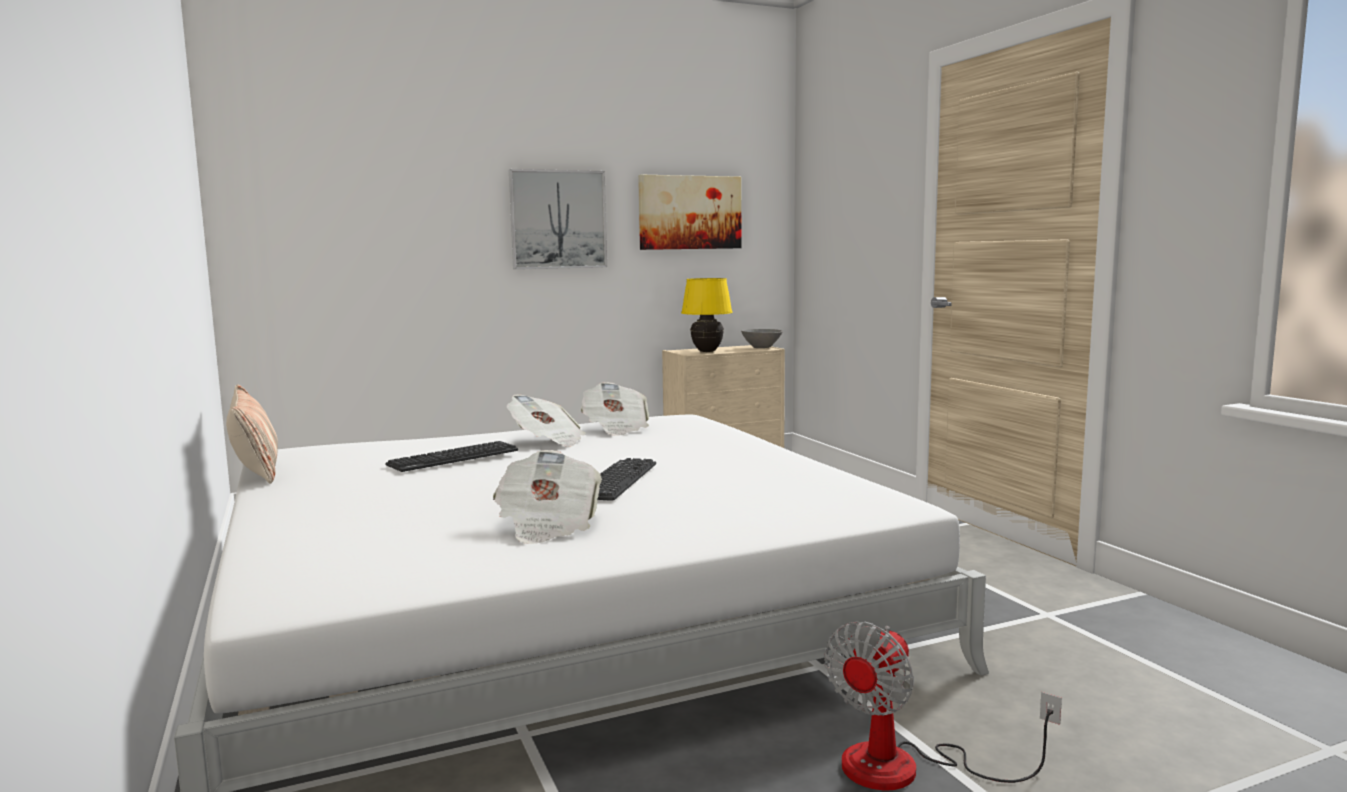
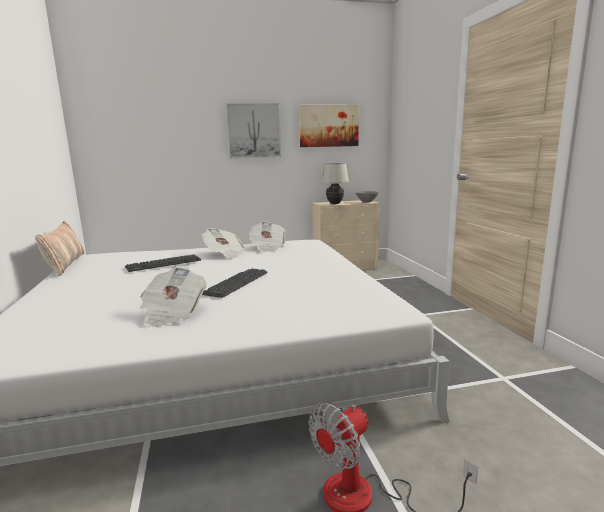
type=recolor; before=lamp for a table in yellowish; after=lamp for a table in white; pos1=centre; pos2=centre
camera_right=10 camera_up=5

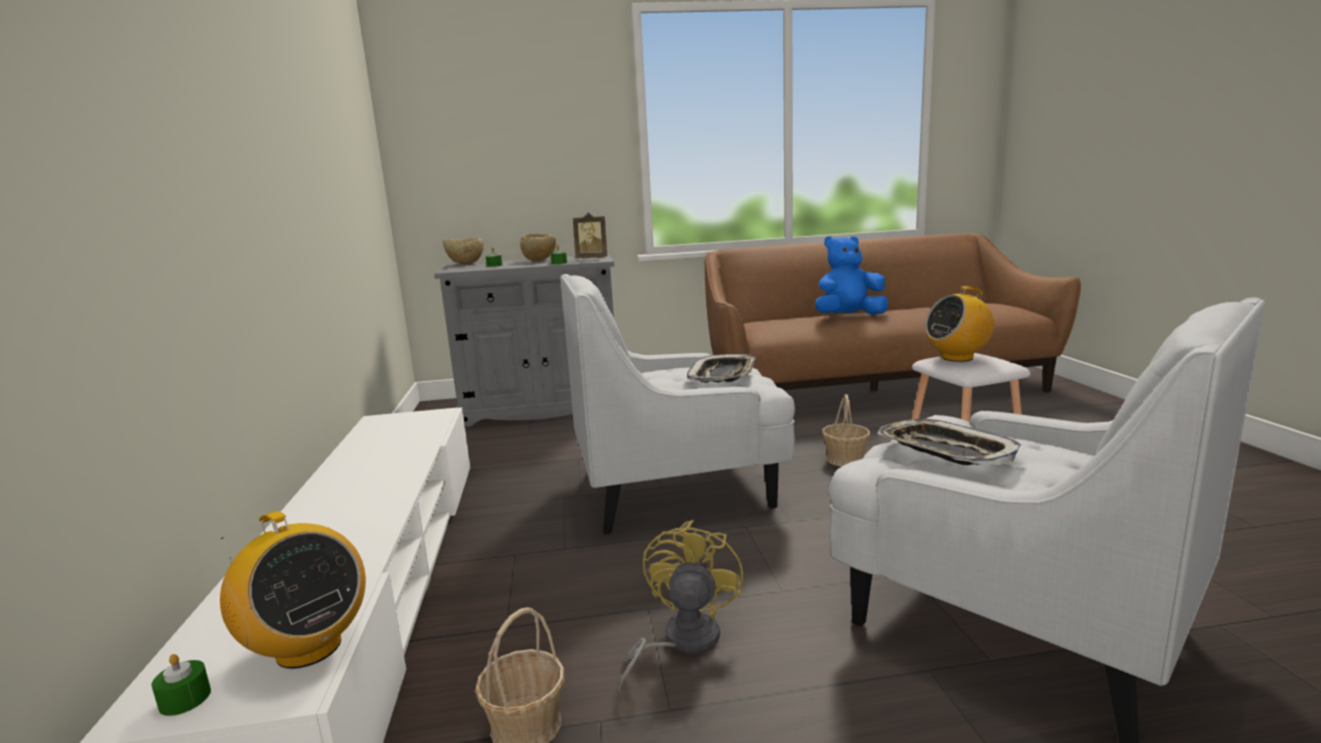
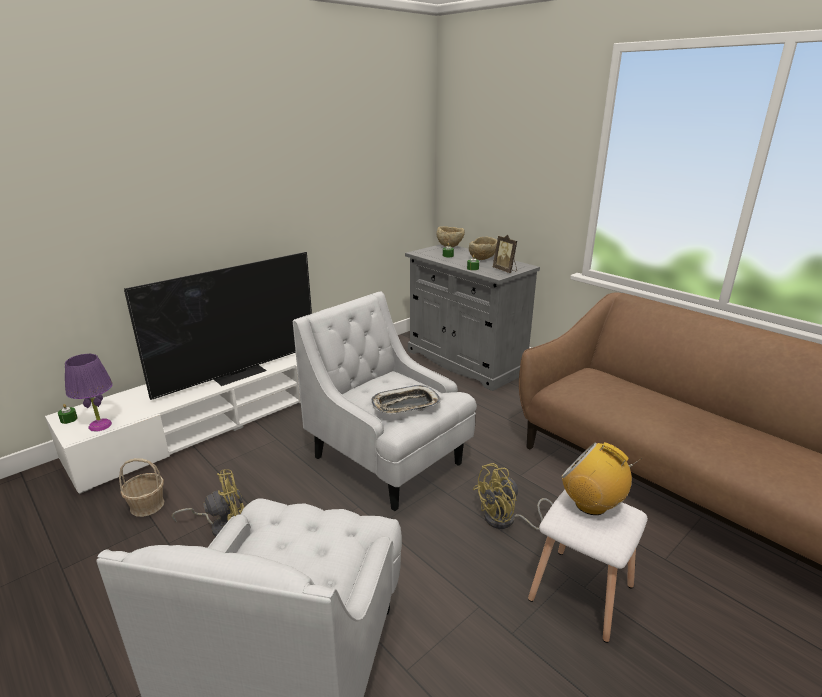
type=delete; before=cuddly toy in blue-coloured; pos1=centre
type=delete; before=serving tray (2nd from left); pos1=middle right
type=insert; after=TV set; pos2=middle left
type=replace; before=radio receiver (1st from left); after=lamp for a table in purple-coloured; pos1=bottom left; pos2=middle left
type=replace; before=basket (2nd from left); after=fan in yellowish (2nd from left); pos1=centre; pos2=bottom centre
camera_right=55 camera_up=10

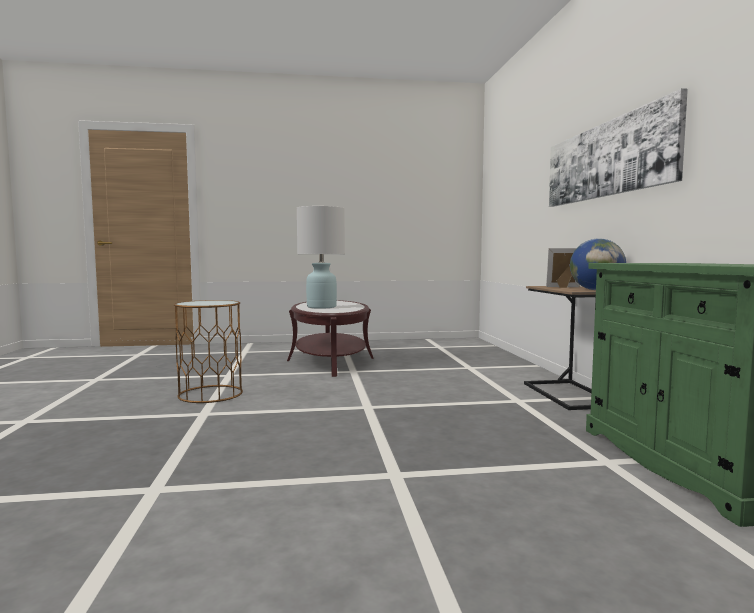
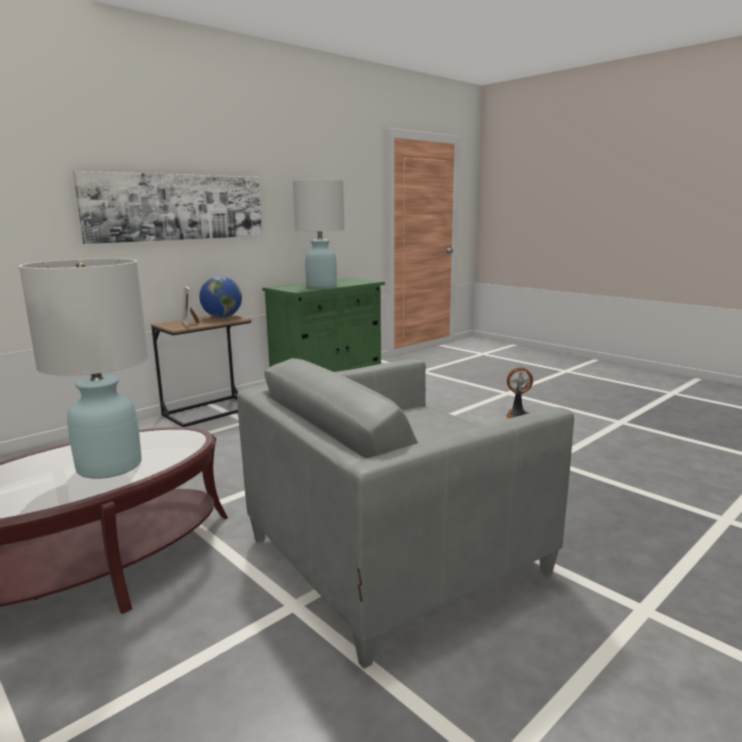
type=insert; after=lamp for a table in white (2nd from left); pos2=top centre
type=insert; after=fan; pos2=middle right
type=replace; before=accent table in brownish (1st from left); after=easy chair in grey; pos1=middle left; pos2=bottom centre
camera_right=-125 camera_up=10

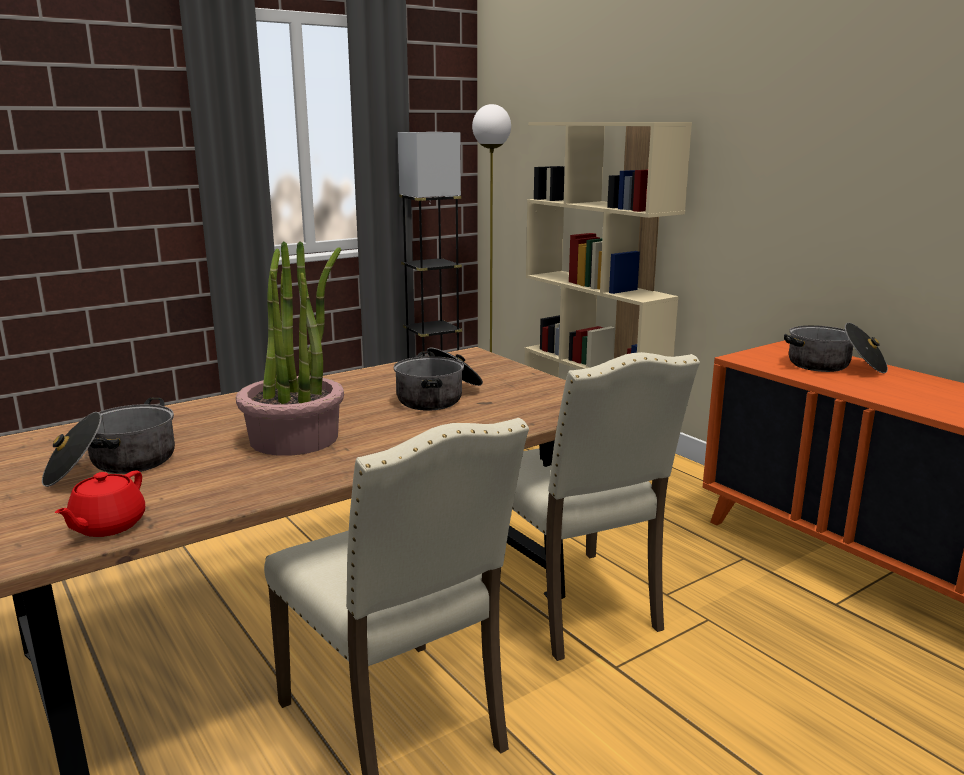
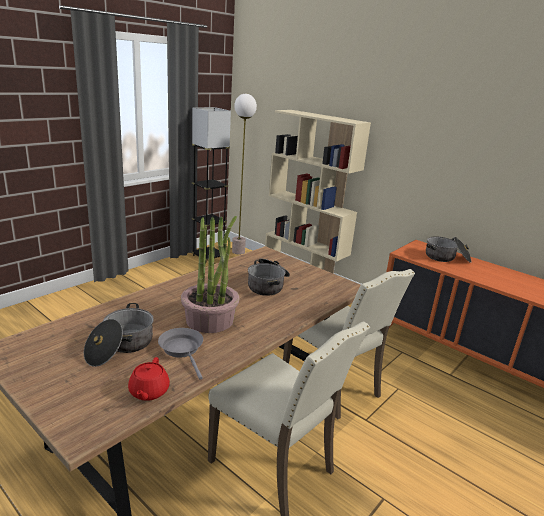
type=insert; after=frying pan in grey; pos2=bottom left
camera_right=-15 camera_up=5

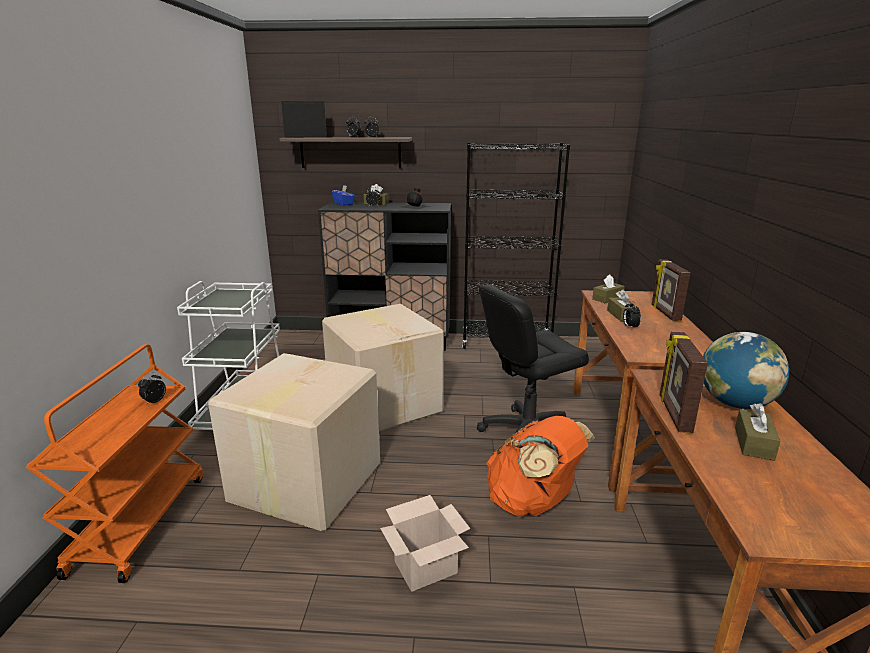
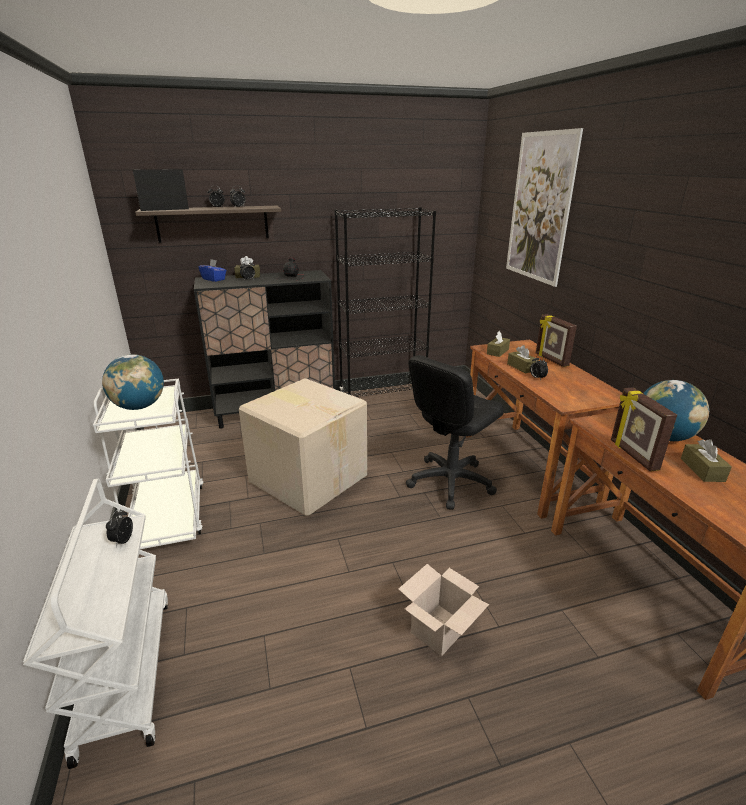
type=delete; before=packing box (1st from left); pos1=bottom centre
type=delete; before=knapsack in orange; pos1=bottom centre
type=insert; after=globe (1st from left); pos2=middle left
type=insert; after=wall picture; pos2=top right
type=recolor; before=wheeled cart in orange; after=wheeled cart in white (1st from left); pos1=bottom left; pos2=bottom left
camera_right=-20 camera_up=5

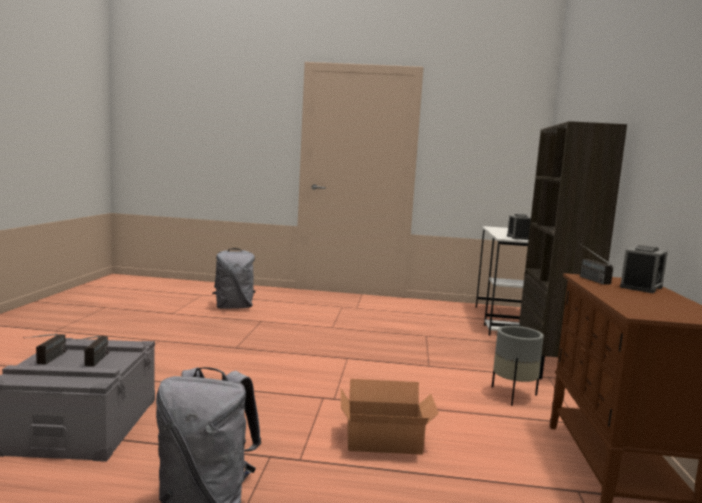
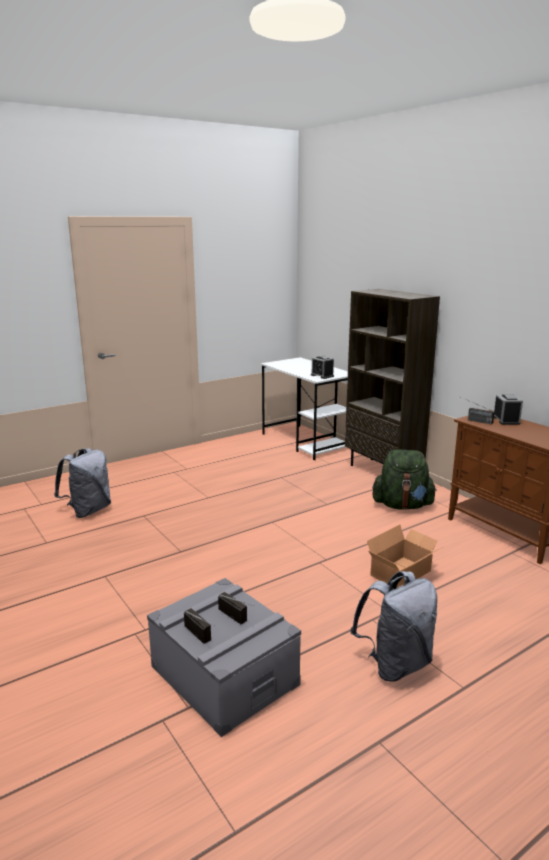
type=replace; before=planter in grey; after=knapsack in greenish; pos1=bottom right; pos2=middle right
camera_right=-40 camera_up=10

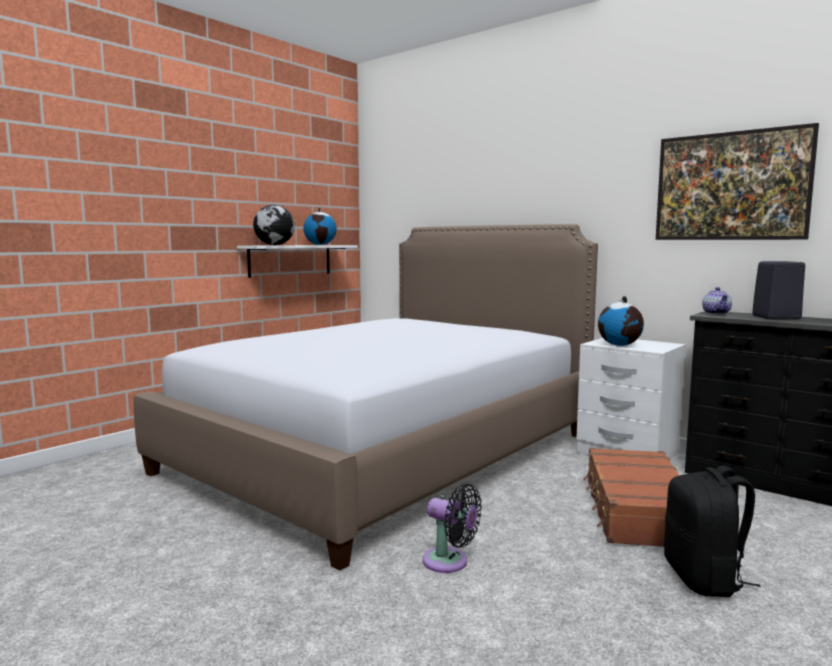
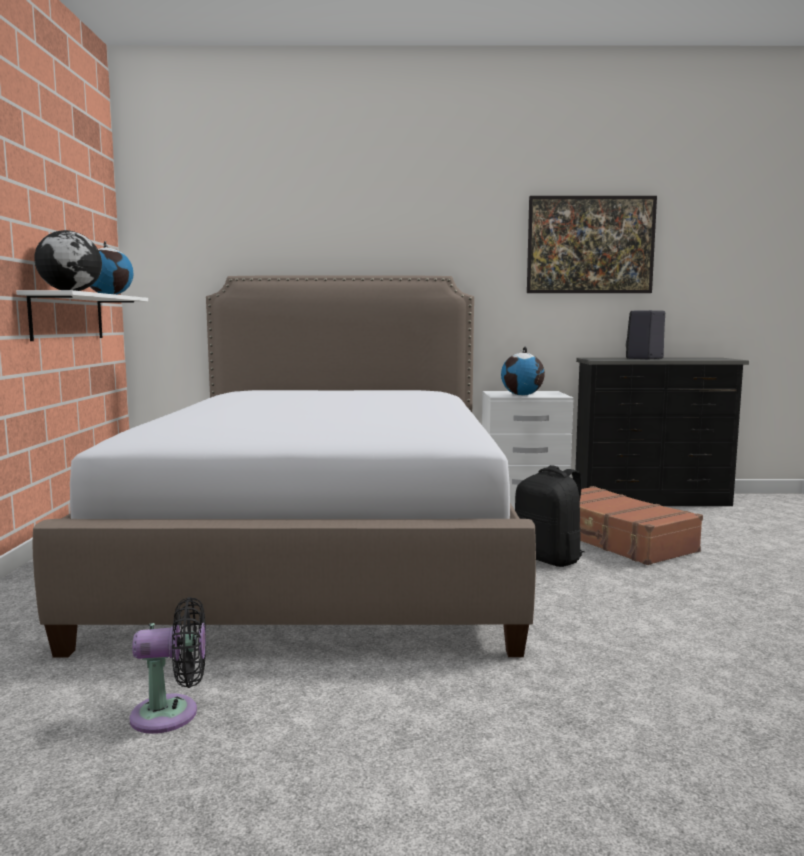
type=delete; before=tea pot; pos1=middle right
type=move; before=fan in blackish; pos1=bottom centre; pos2=bottom left
type=move; before=knapsack in blackish; pos1=bottom right; pos2=middle right
camera_right=-40 camera_up=0

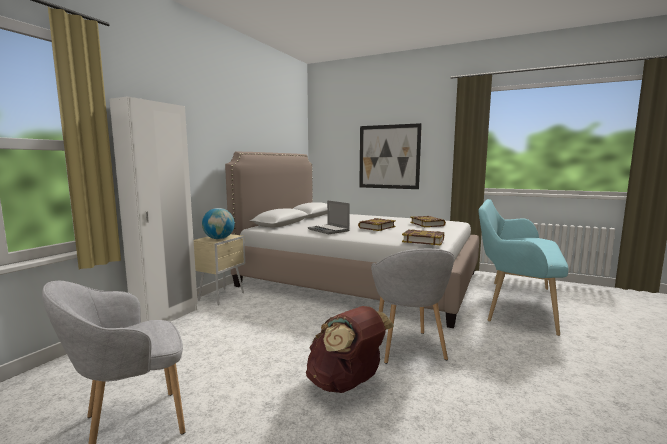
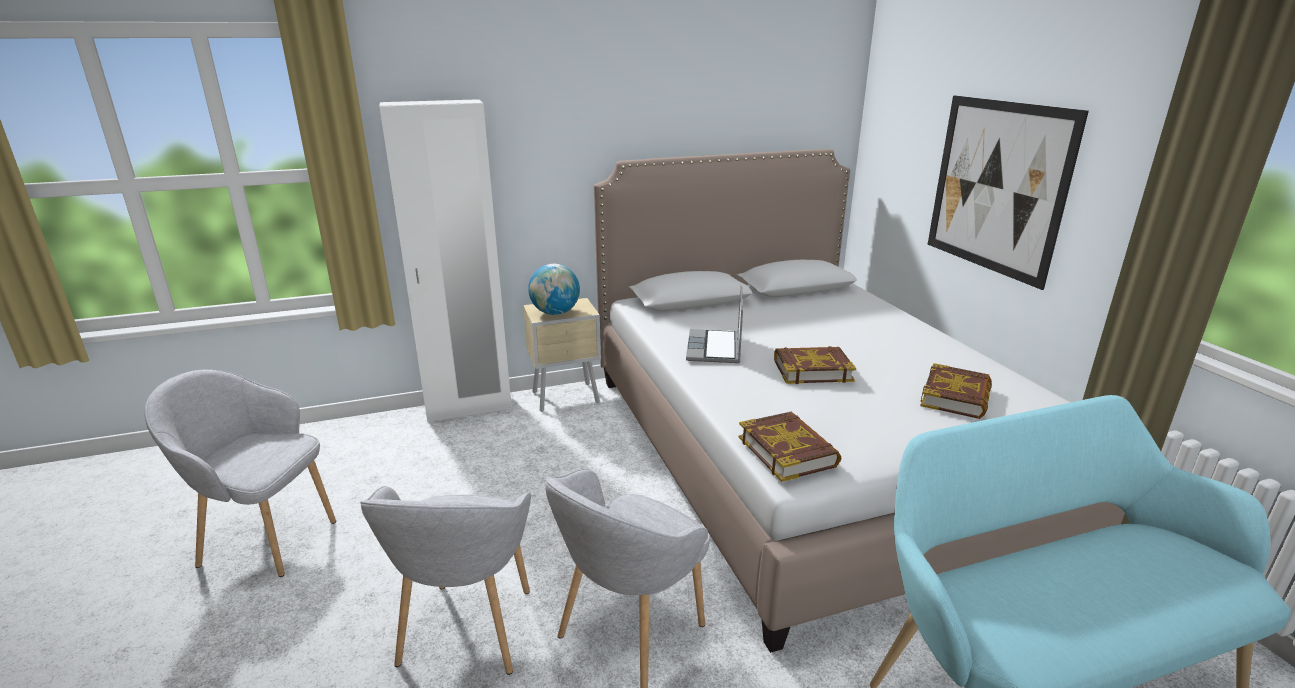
type=replace; before=knapsack in brownish; after=easy chair in grey (2nd from left); pos1=bottom centre; pos2=bottom centre
camera_right=45 camera_up=15

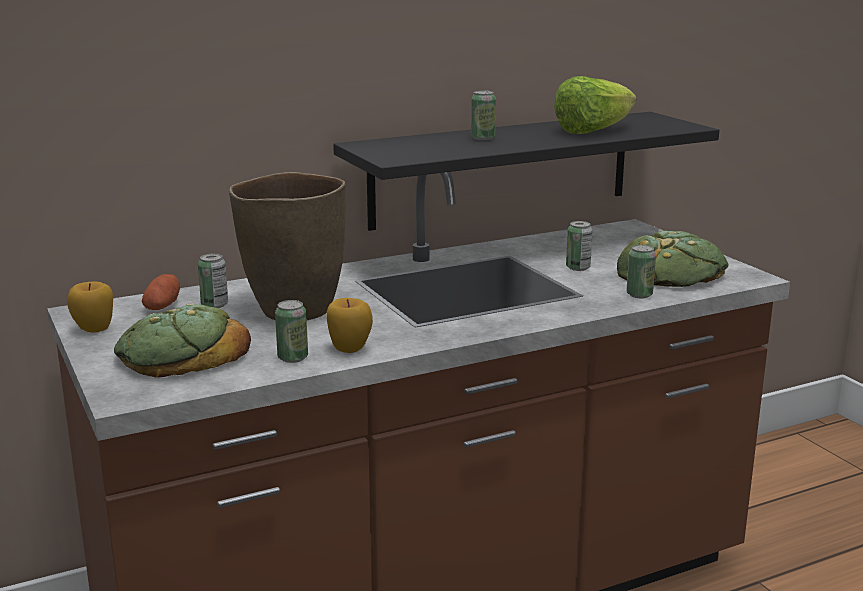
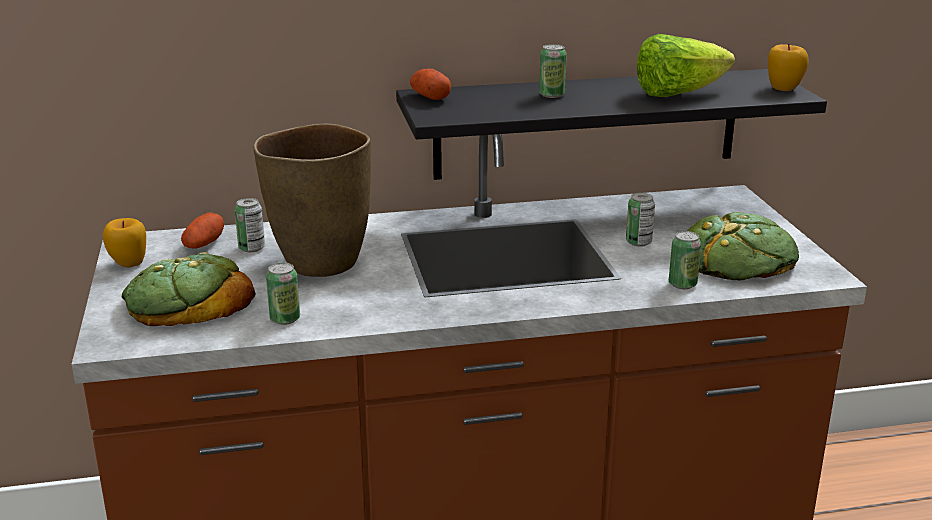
type=insert; after=spud (2nd from left); pos2=top centre
type=move; before=whole apple (2nd from left); pos1=centre; pos2=top right
camera_right=15 camera_up=5

